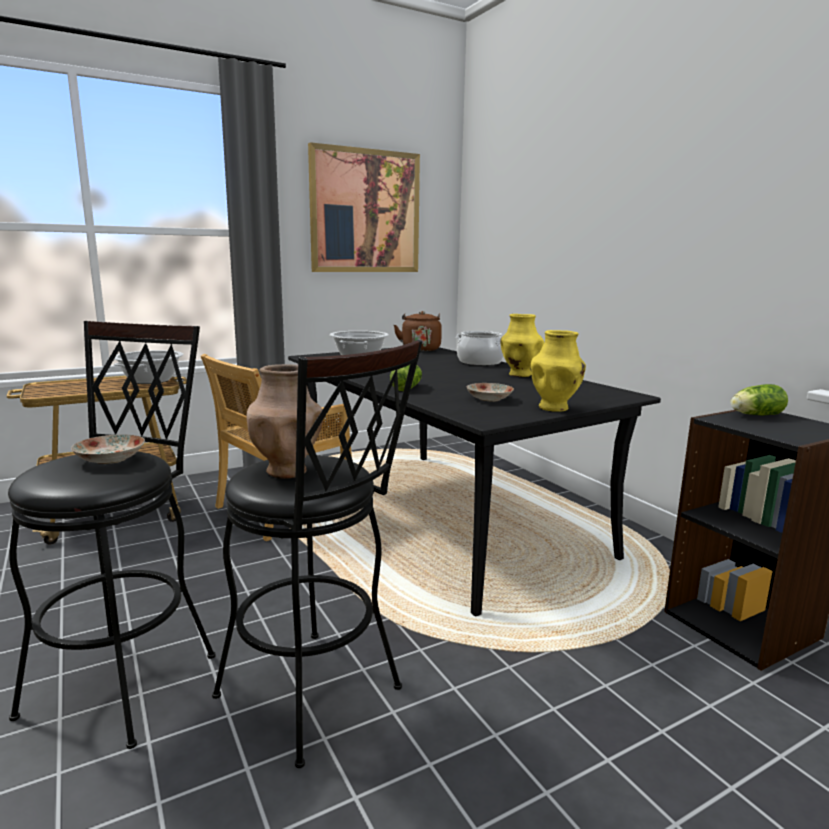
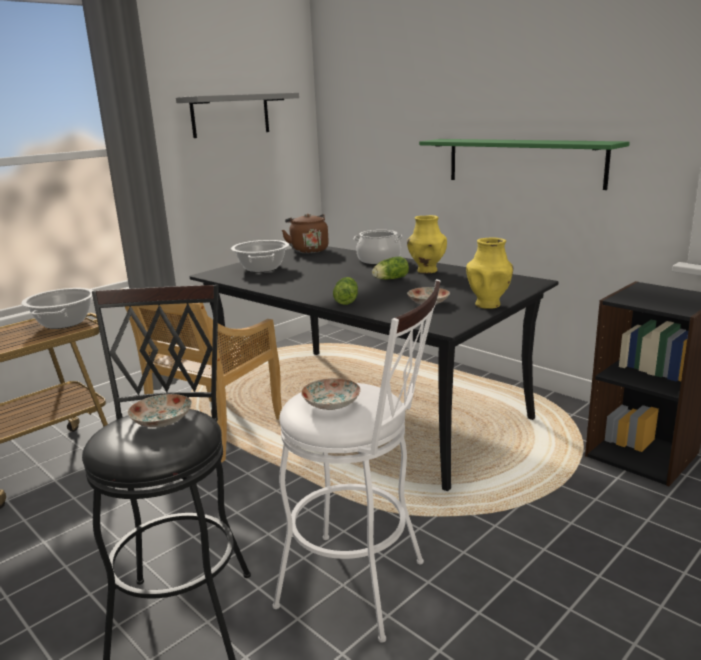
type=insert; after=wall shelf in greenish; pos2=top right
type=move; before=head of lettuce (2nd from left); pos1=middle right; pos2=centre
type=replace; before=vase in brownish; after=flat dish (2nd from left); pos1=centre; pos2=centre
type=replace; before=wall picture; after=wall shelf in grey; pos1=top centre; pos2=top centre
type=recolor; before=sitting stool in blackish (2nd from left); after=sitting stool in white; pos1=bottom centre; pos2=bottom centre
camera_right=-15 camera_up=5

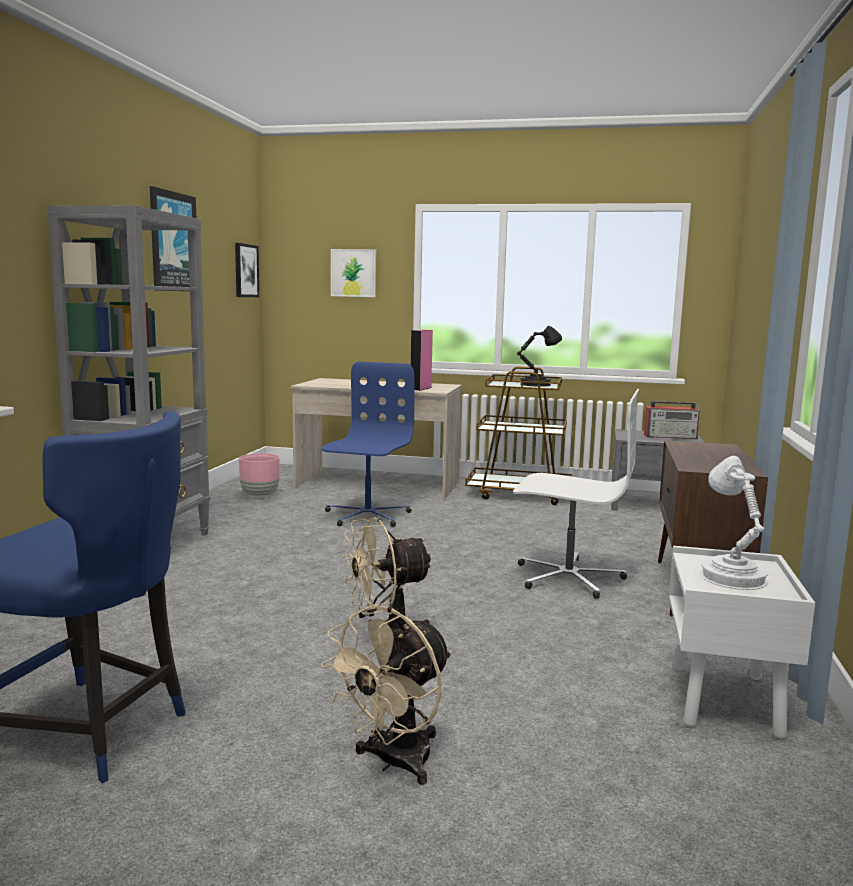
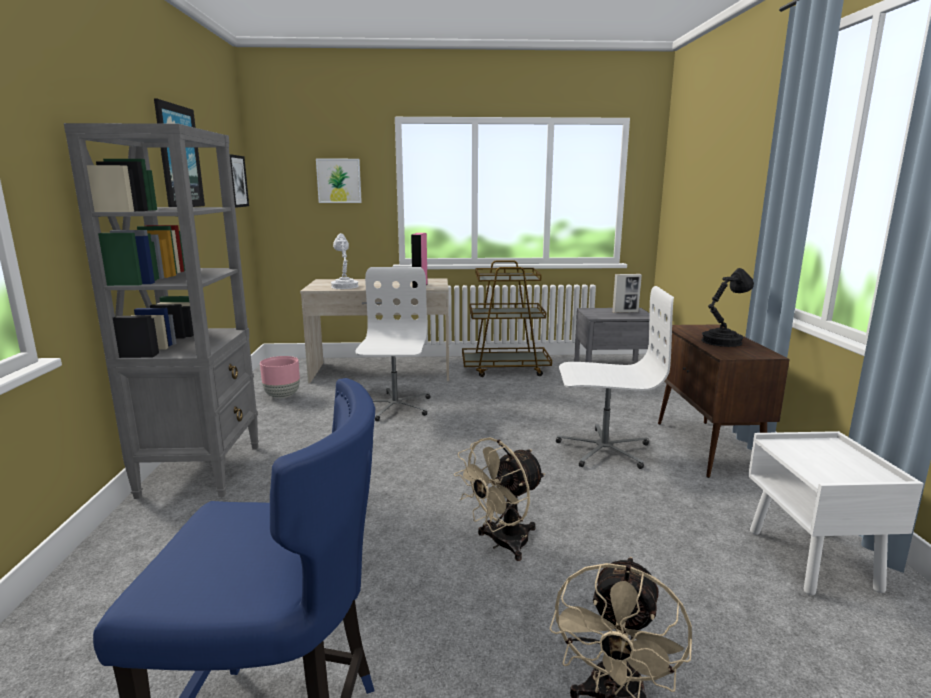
type=move; before=lamp for a table in blackish; pos1=centre; pos2=middle right
type=move; before=lamp for a table in white; pos1=middle right; pos2=centre
type=replace; before=radio receiver; after=picture frame; pos1=middle right; pos2=middle right
type=recolor; before=office chair in blue-coloured; after=office chair in white (1st from left); pos1=centre; pos2=centre
camera_right=-15 camera_up=5

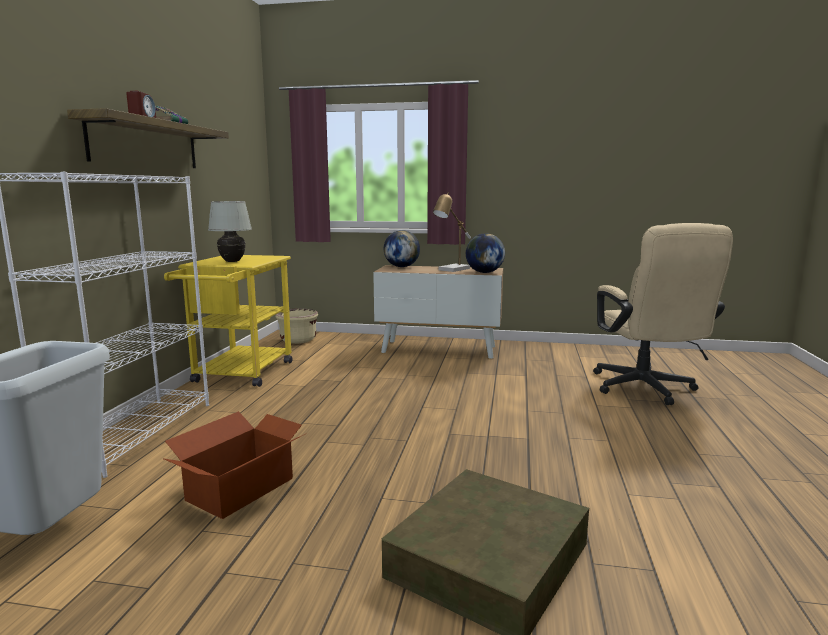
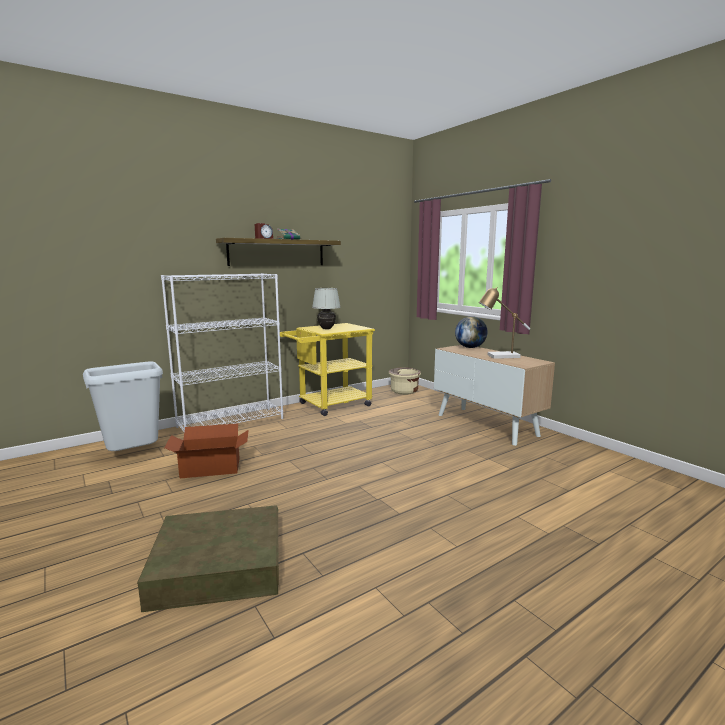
type=delete; before=globe (2nd from left); pos1=centre
type=delete; before=office chair in sand-coloured; pos1=middle right
camera_right=45 camera_up=0

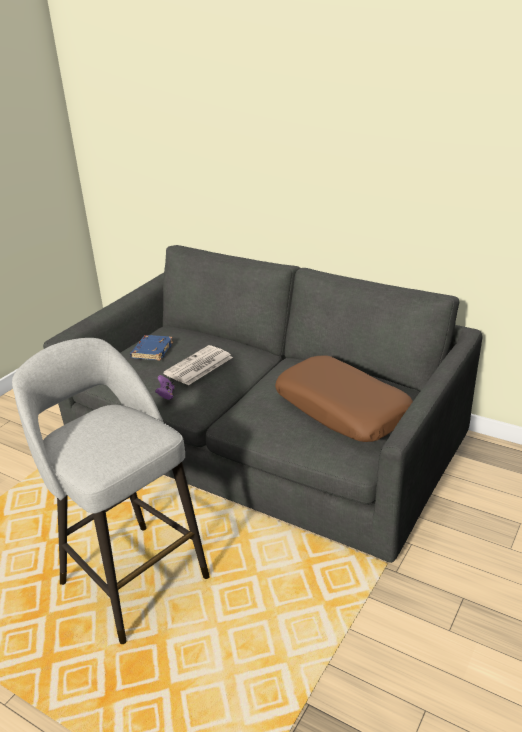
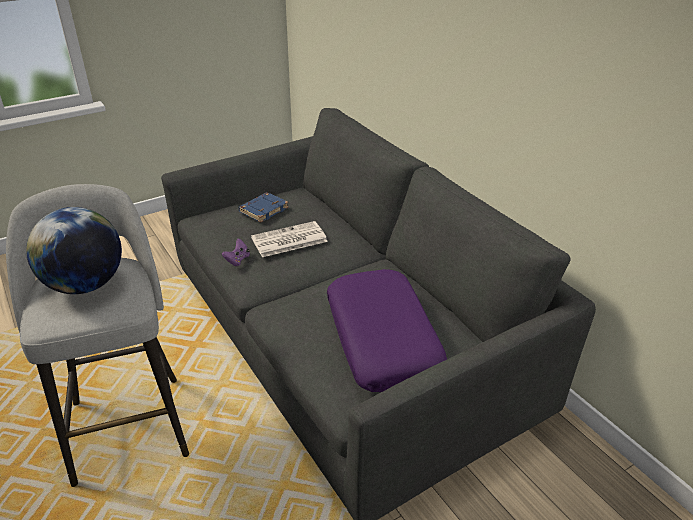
type=insert; after=globe; pos2=middle left
type=recolor; before=throw pillow in brownish; after=throw pillow in purple-coloured; pos1=centre; pos2=centre
camera_right=25 camera_up=5

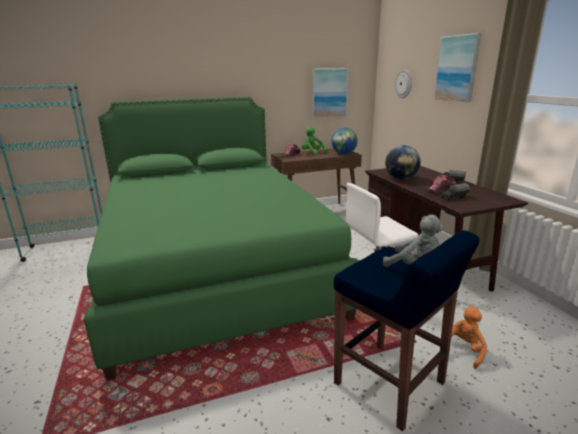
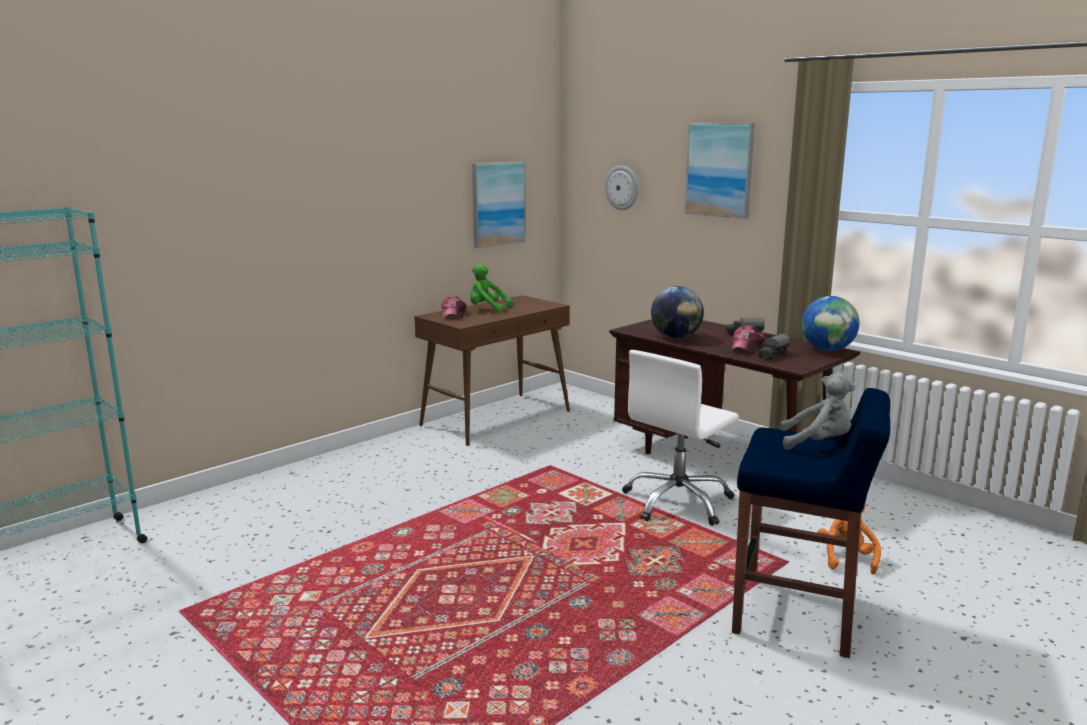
type=delete; before=bed in greenish; pos1=centre
type=move; before=globe (1st from left in the first image); after=globe (2nd from left); pos1=top centre; pos2=middle right
camera_right=-25 camera_up=-5

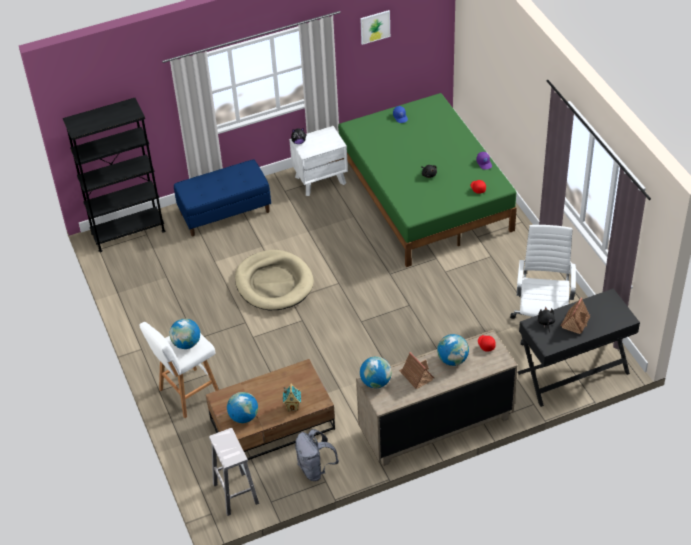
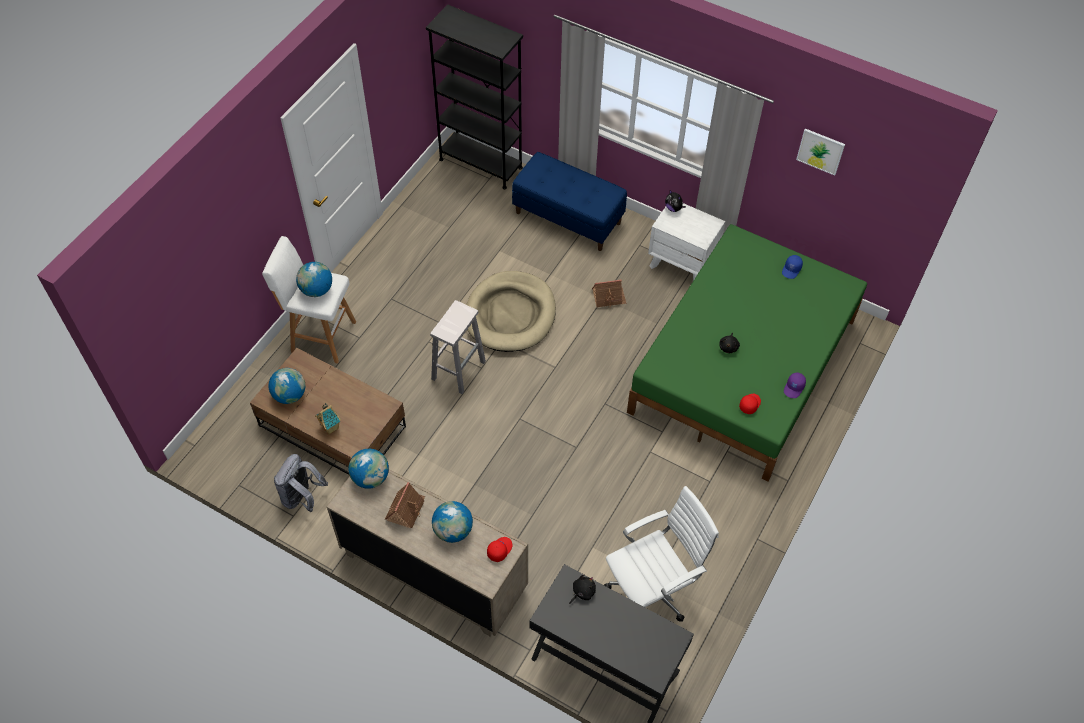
type=move; before=sitting stool in white (2nd from left); pos1=bottom centre; pos2=centre
type=move; before=toy house (3rd from left); pos1=middle right; pos2=centre
camera_right=50 camera_up=10

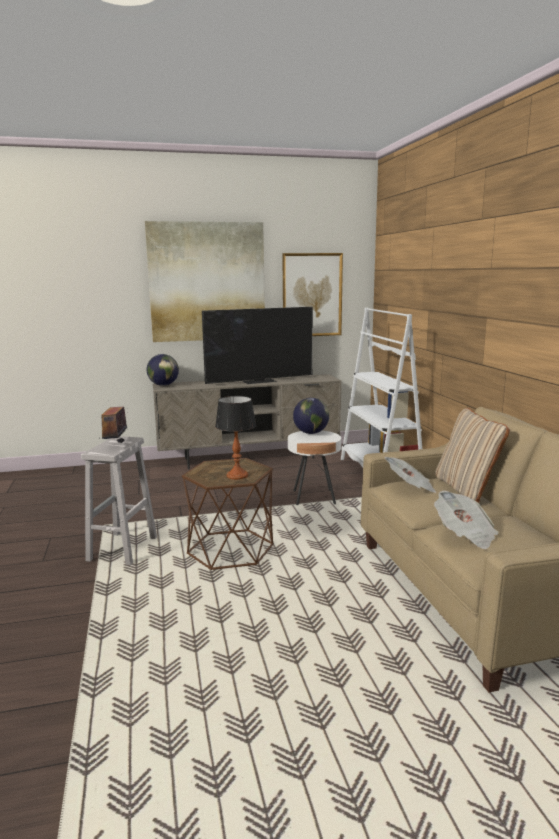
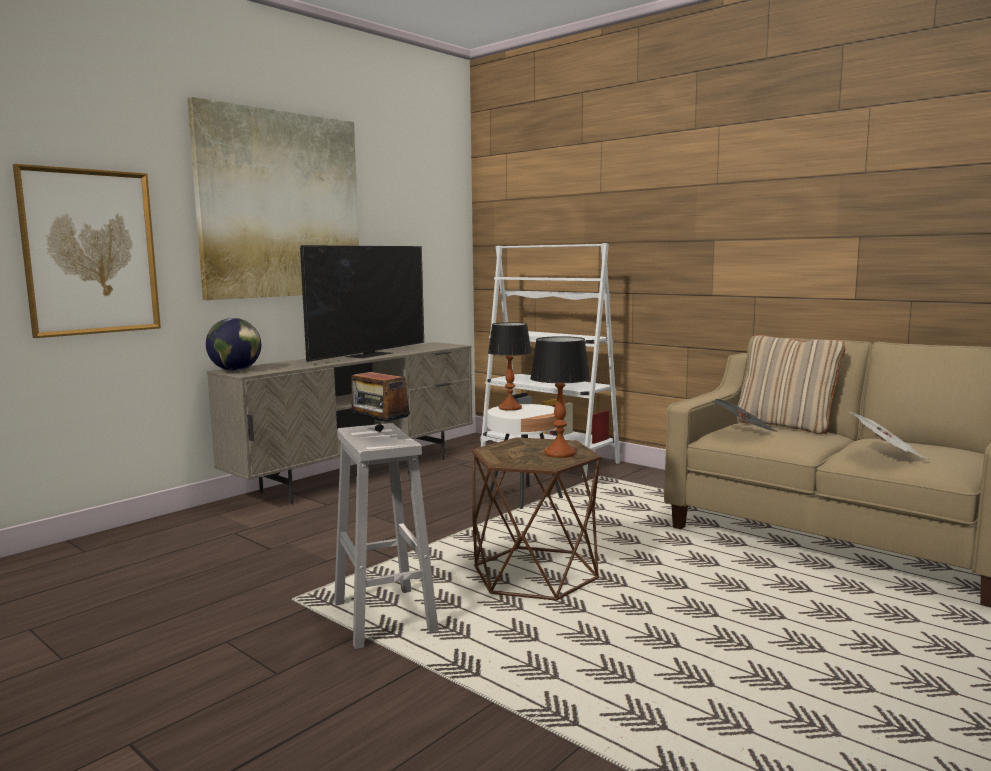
type=move; before=wall picture (2nd from left in the first image); after=wall picture (1st from left); pos1=centre; pos2=top left
type=replace; before=globe (2nd from left); after=lamp for a table (1st from left); pos1=centre; pos2=centre
camera_right=-35 camera_up=-5

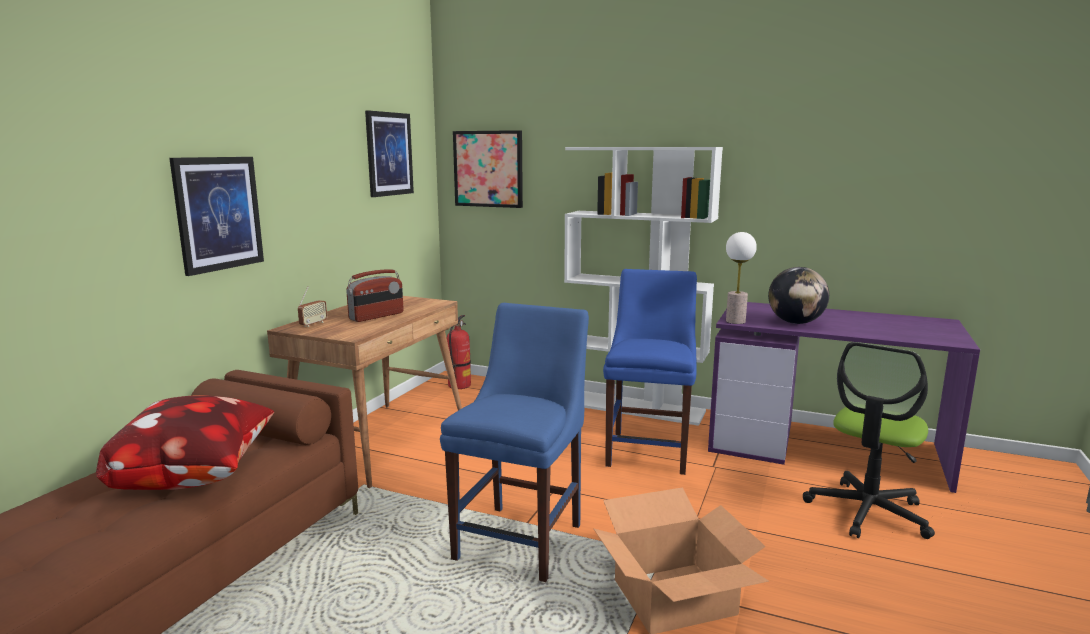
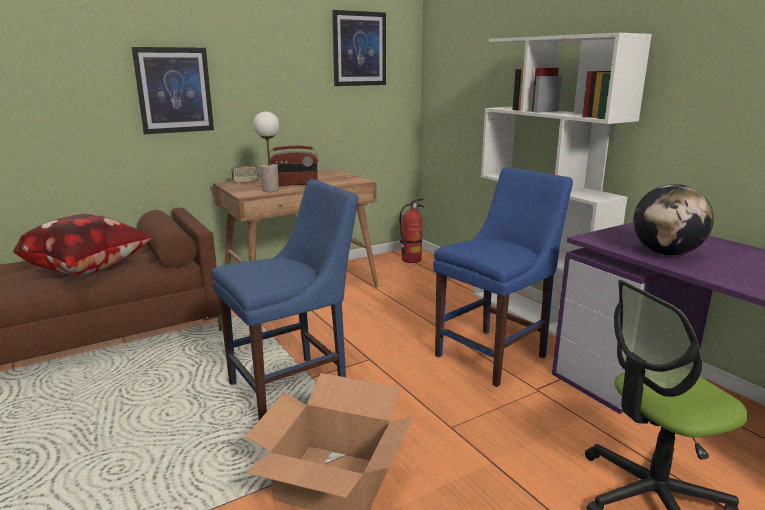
type=delete; before=wall picture (3rd from left); pos1=top centre
type=move; before=lamp for a table; pos1=middle right; pos2=top centre
camera_right=35 camera_up=5

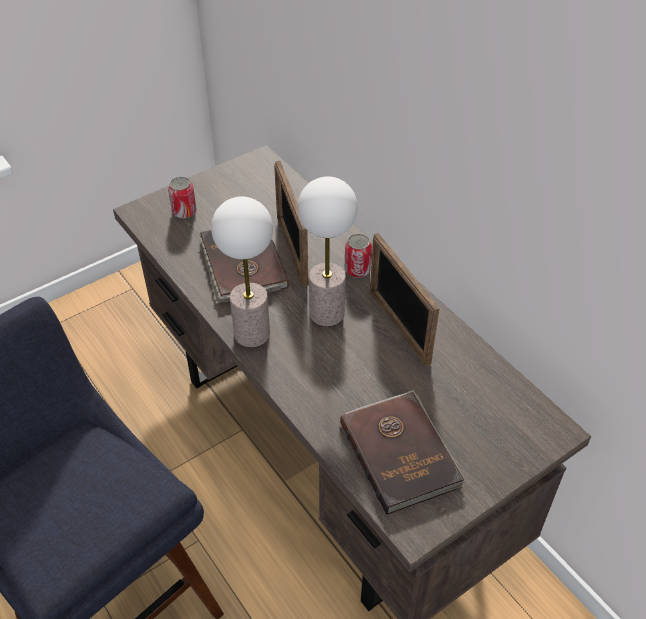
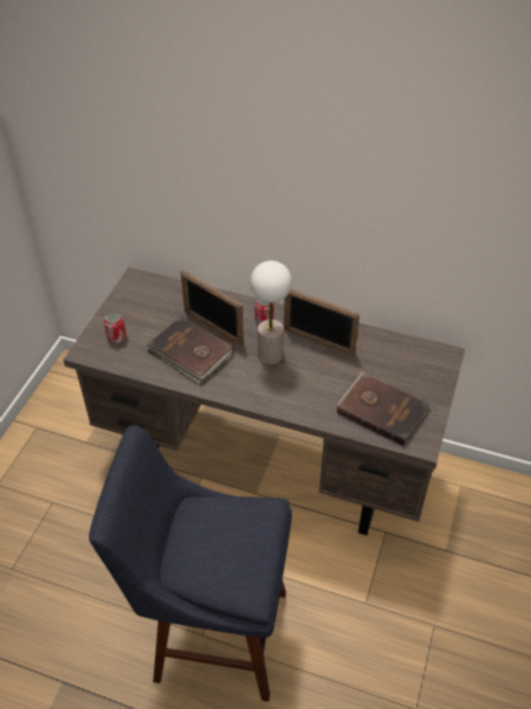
type=delete; before=lamp for a table (1st from left); pos1=centre
camera_right=-35 camera_up=0

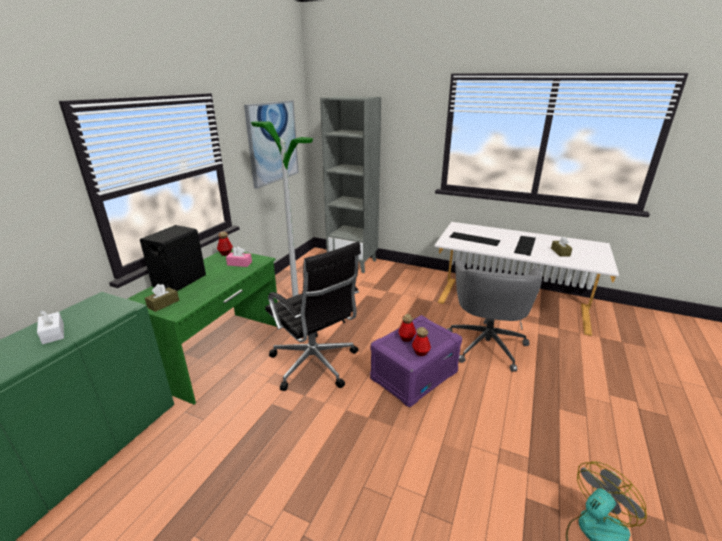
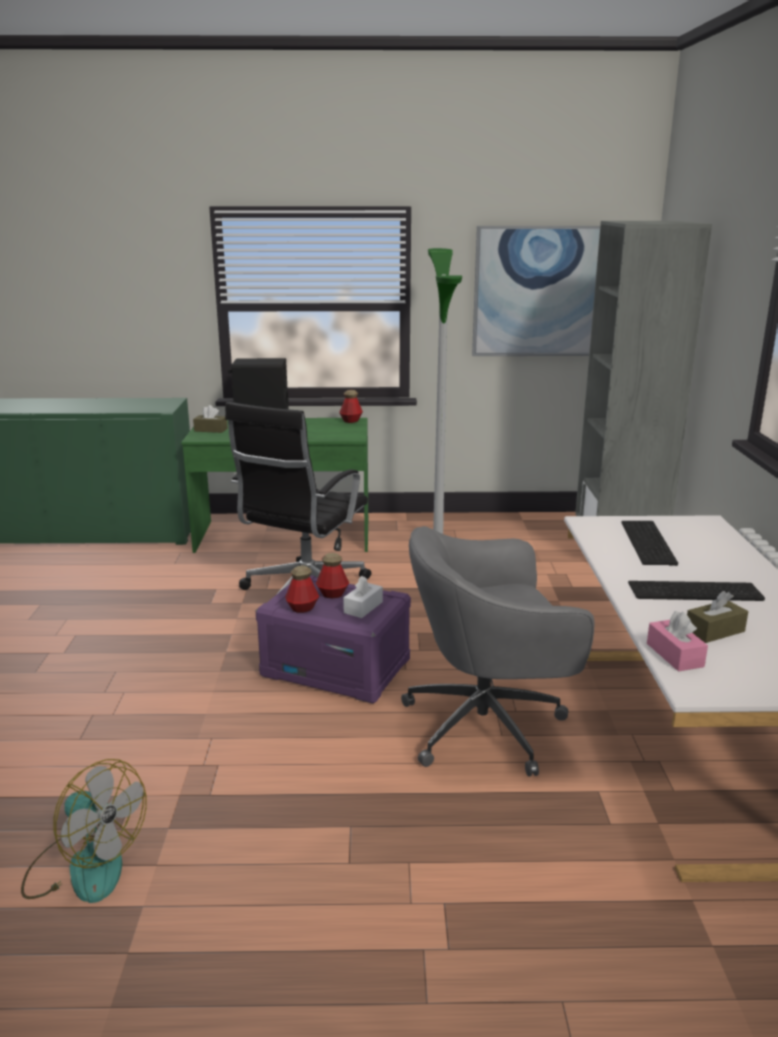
type=move; before=tissue holder in white; pos1=middle left; pos2=centre
type=move; before=tissue holder in pink-coloured; pos1=middle left; pos2=middle right
camera_right=65 camera_up=-5

